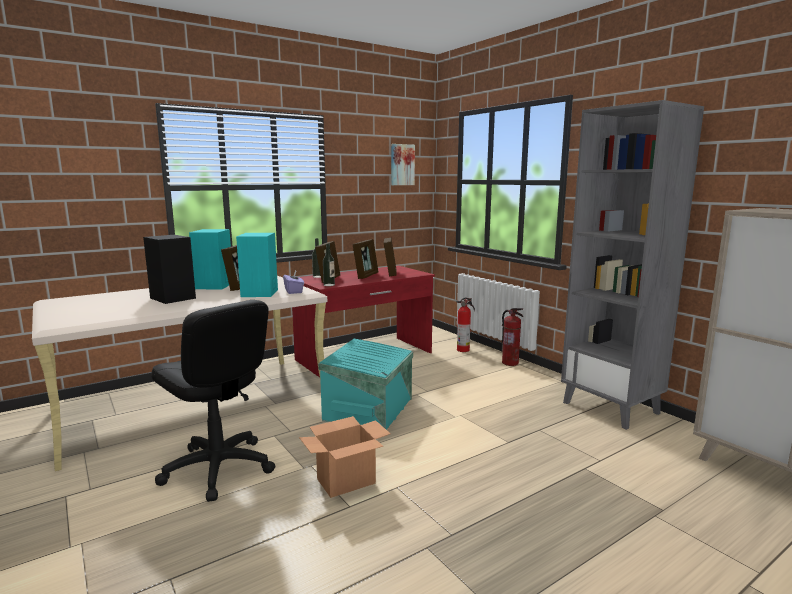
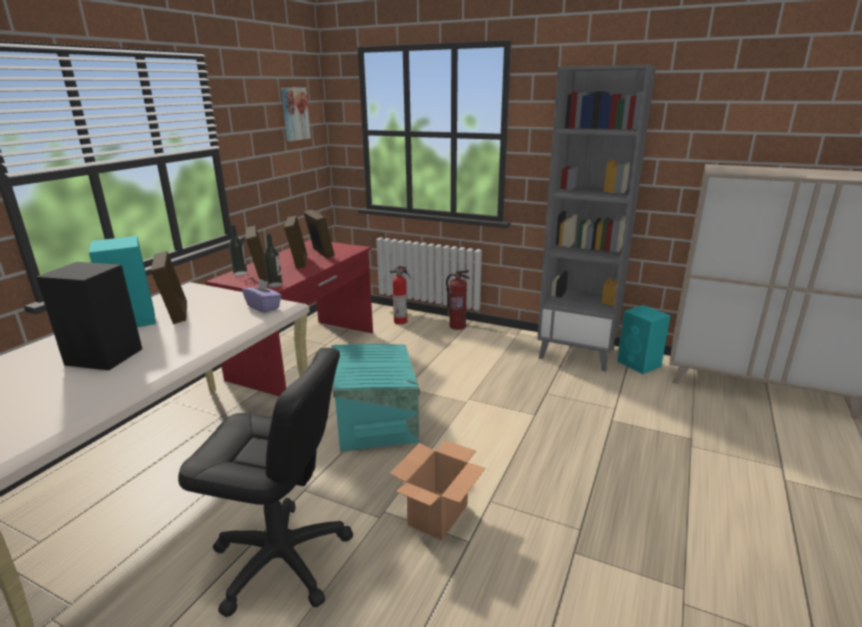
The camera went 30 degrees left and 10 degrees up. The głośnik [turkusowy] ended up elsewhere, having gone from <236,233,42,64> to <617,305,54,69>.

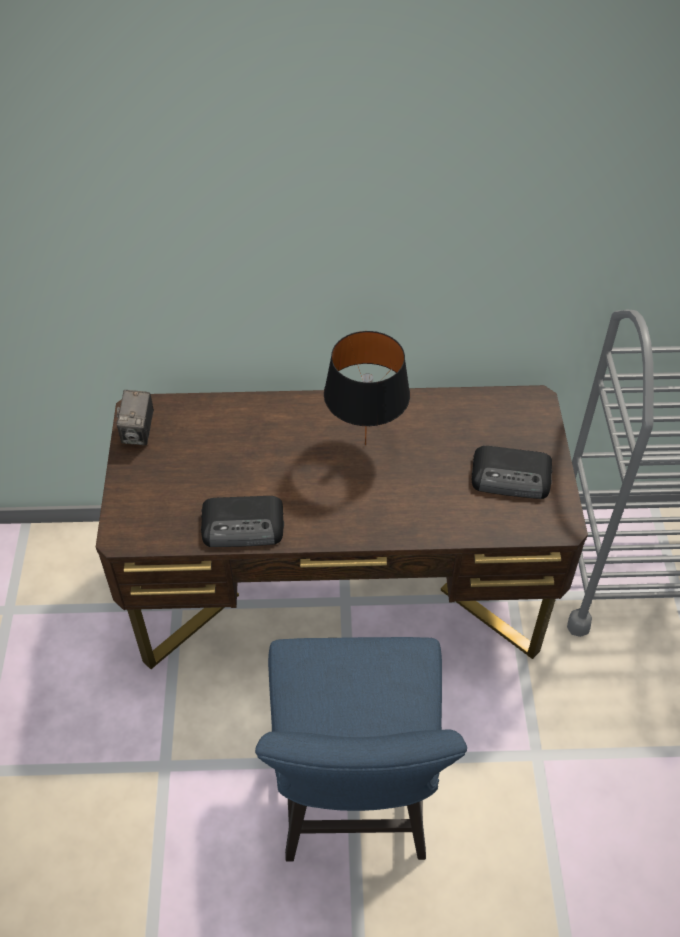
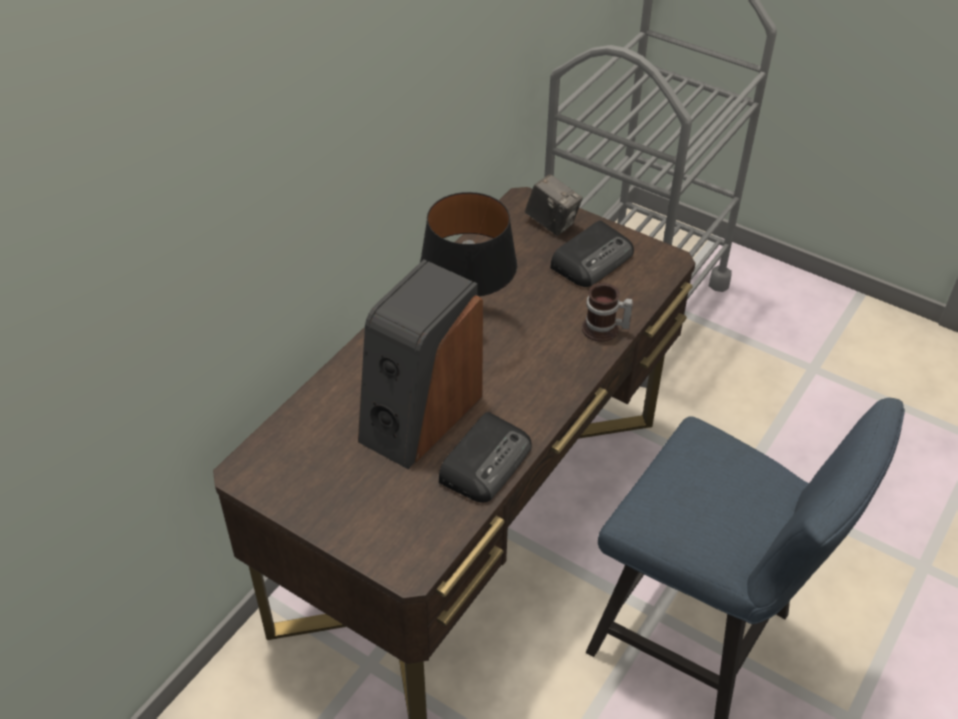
The camera went 55 degrees left and 5 degrees down. The aparat fotograficzny ended up elsewhere, having gone from <117,390,37,55> to <525,174,58,62>. The second view gained the głośnik at <358,259,125,210>. The second view gained the kubek at <582,283,51,59>.

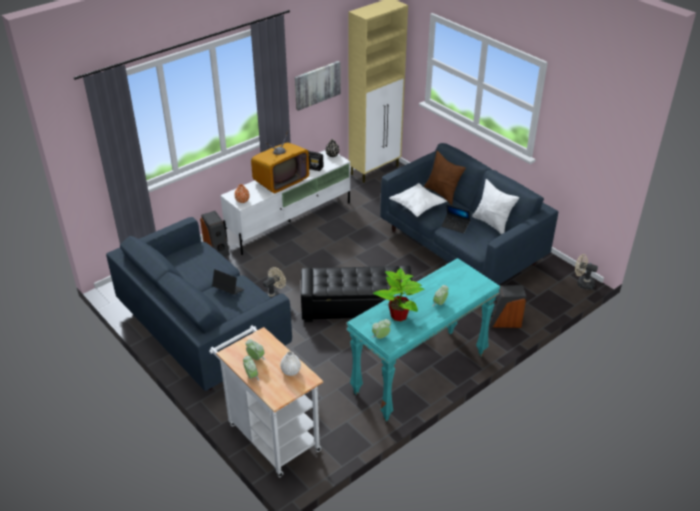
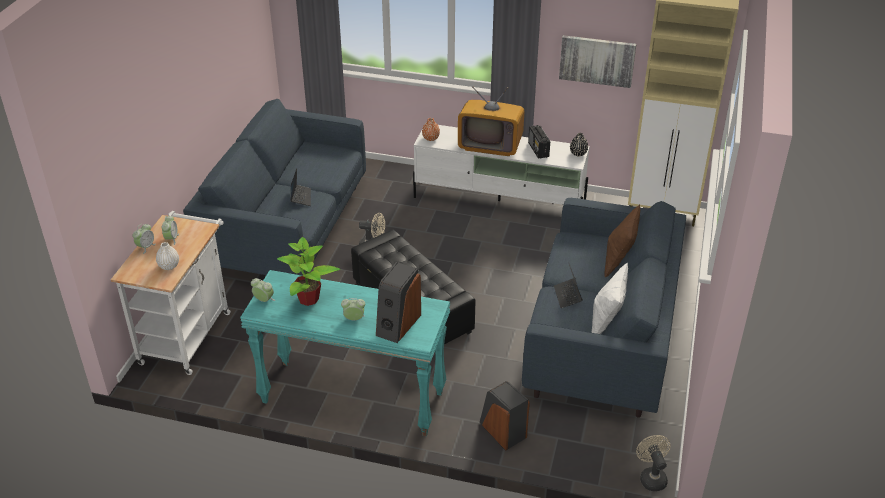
The camera went 55 degrees right and 0 degrees up. The second view lost the poduszka [biały] at <389,183,58,34>. The głośnik ended up elsewhere, having gone from <200,211,30,46> to <376,262,45,81>.

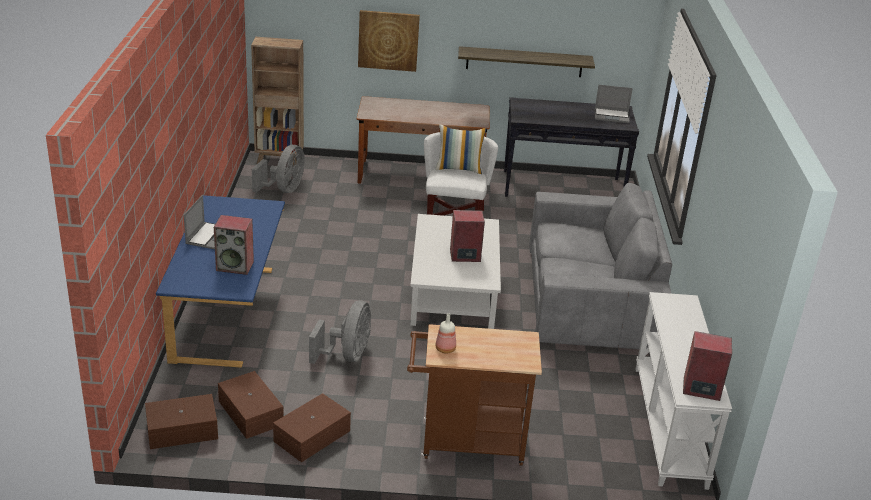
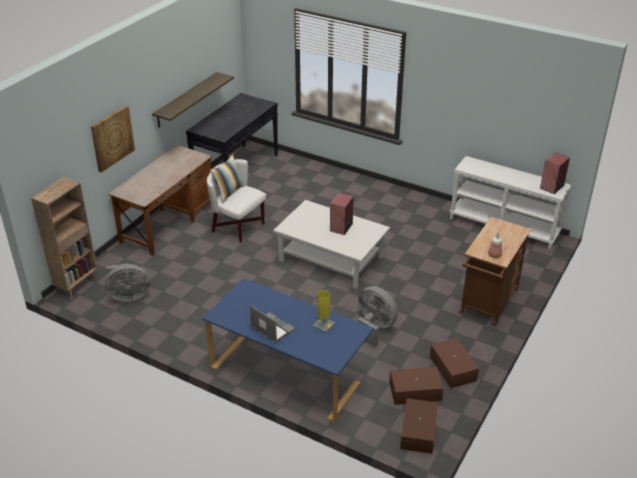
The camera went 60 degrees left and 5 degrees up. The second view lost the laptop at <595,85,38,38>. The wentylator [szary] at <252,145,53,48> ended up facing another way, 120 degrees clockwise from before. The second view lost the kanapa [szary] at <529,183,143,166>. Where the głośnik stood at <214,215,40,60>, the lampa stołowa [żółty] came to stand at <313,290,22,42>.

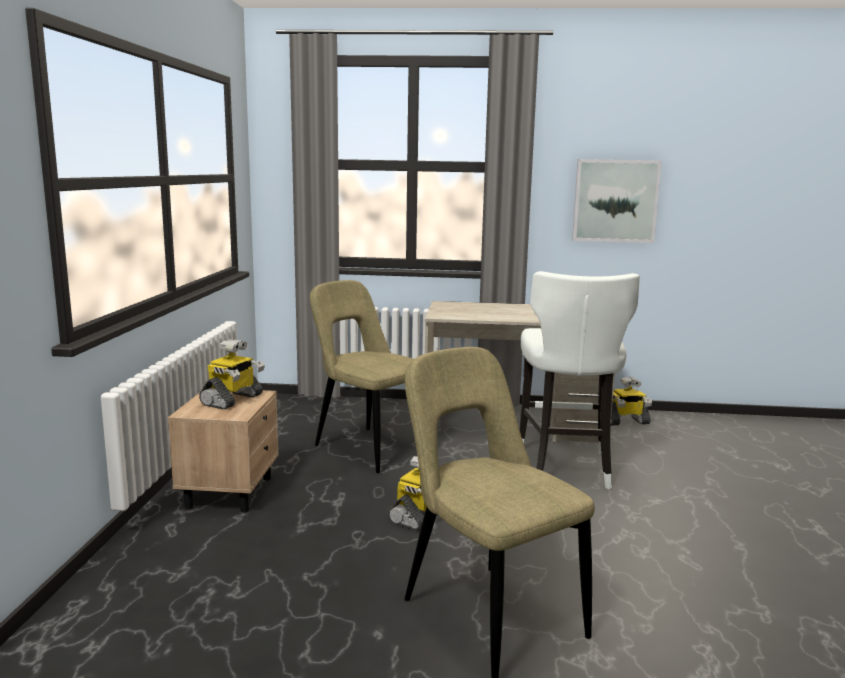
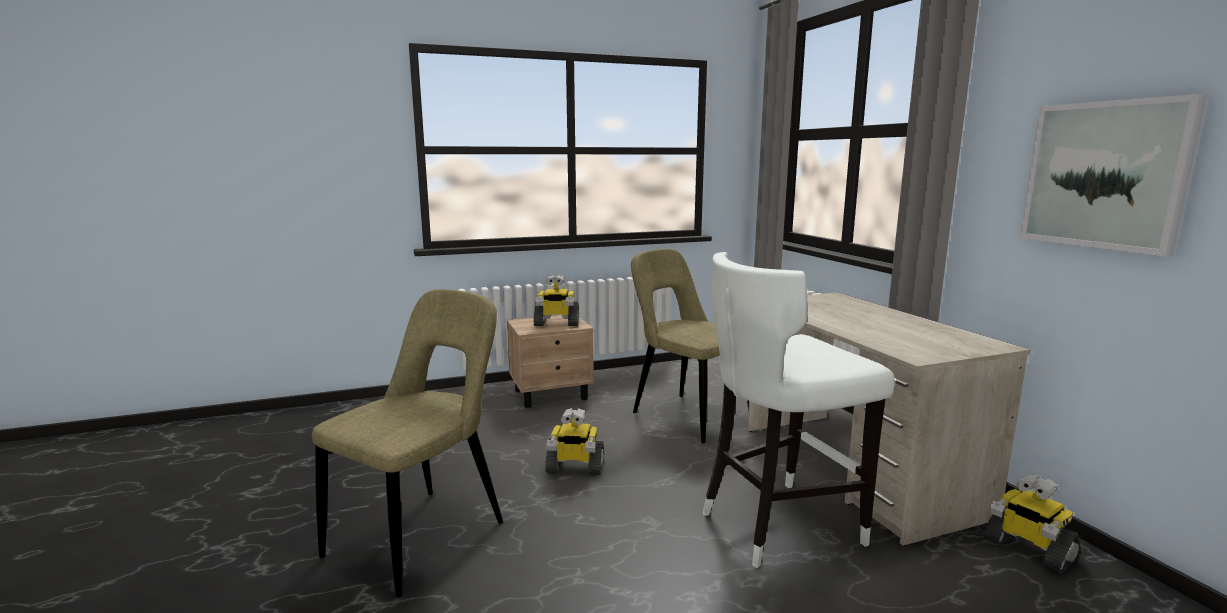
The camera went 65 degrees right and 0 degrees up. The krzesło [beżowy] at <310,280,103,193> ended up facing another way, 60 degrees counterclockwise from before.

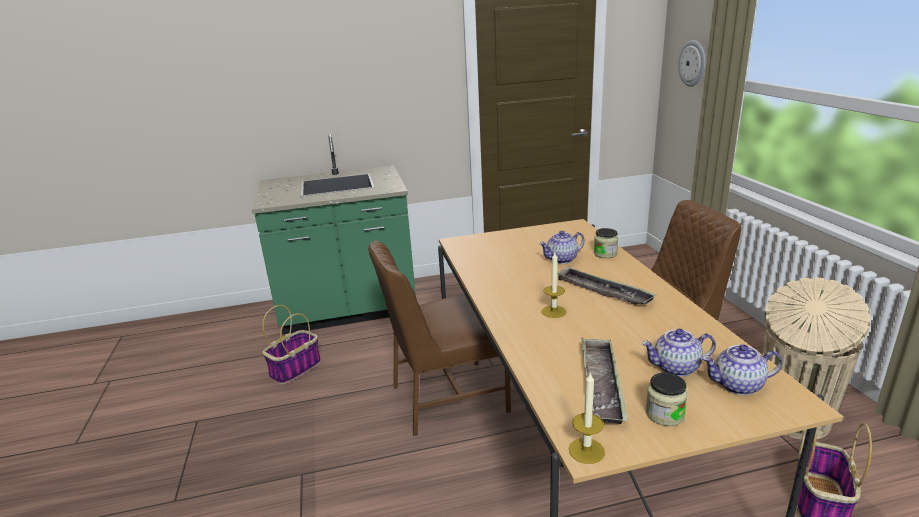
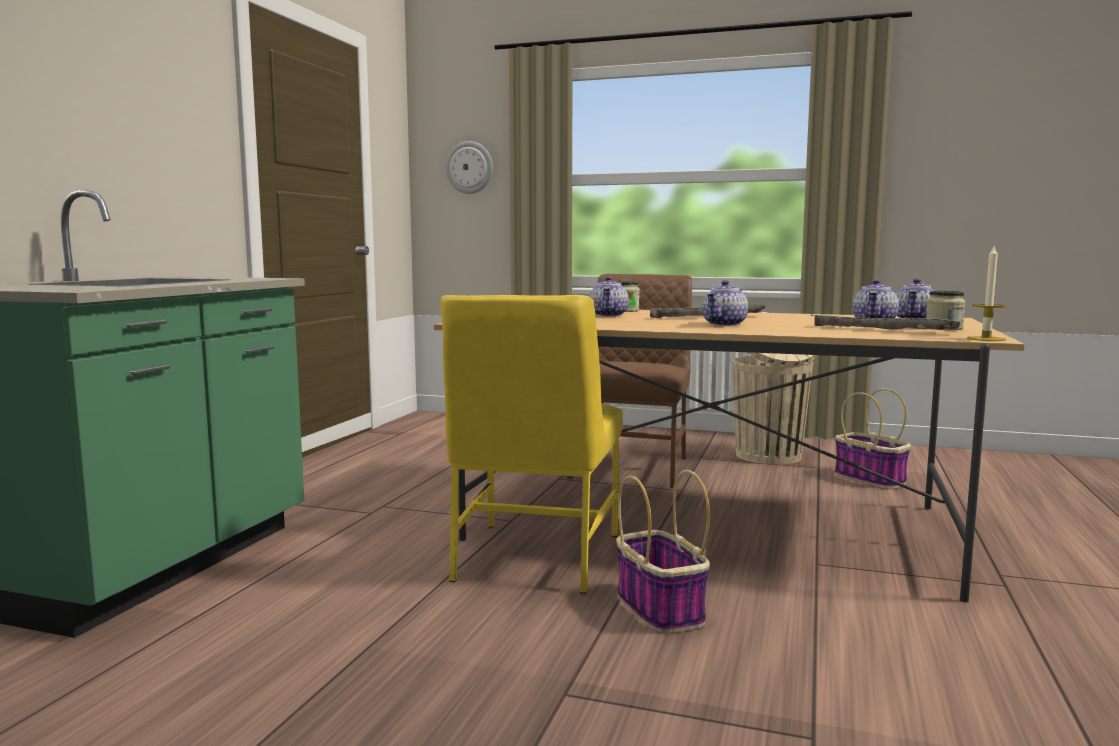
The camera went 60 degrees left and 15 degrees down. What was the krzesło [brązowy] at <368,241,143,195> turned into the krzesło [żółty] at <440,295,183,299>. Where the świeca stood at <542,253,24,65>, the imbryk came to stand at <702,280,46,46>. The koszyk ended up elsewhere, having gone from <262,305,59,79> to <616,470,94,163>.

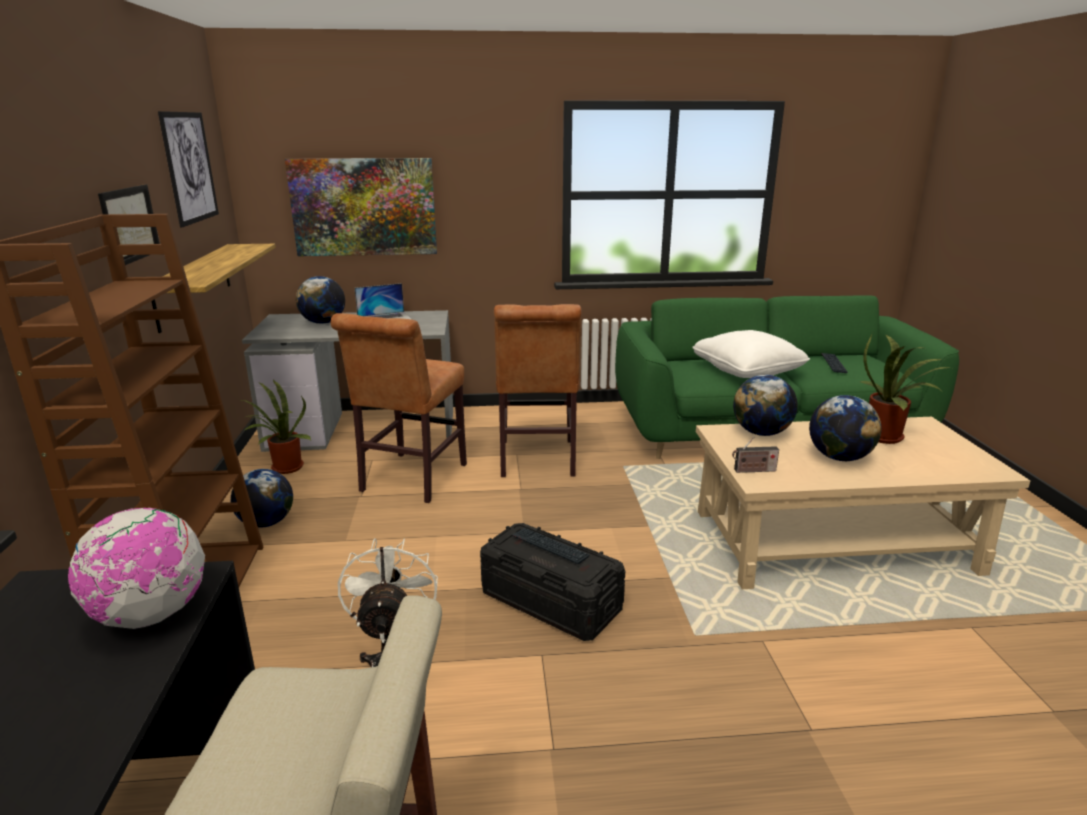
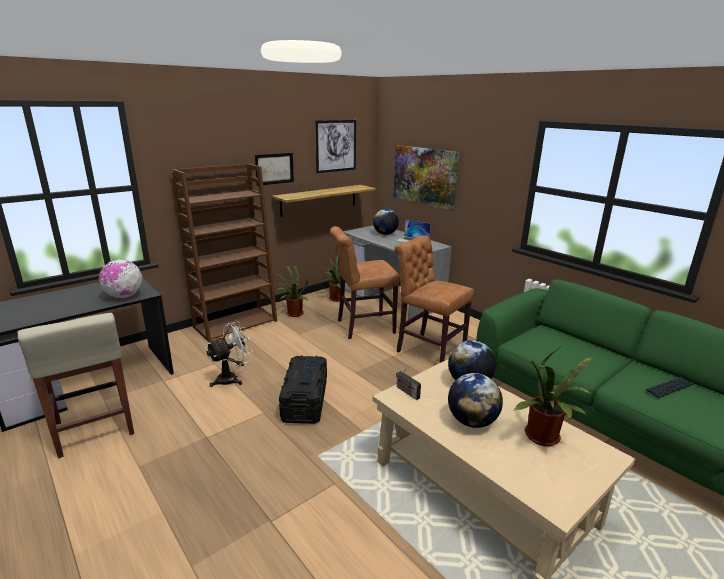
The camera went 55 degrees right and 0 degrees up. The krzesło [brązowy] at <494,304,88,173> ended up facing another way, 75 degrees clockwise from before. The second view lost the poduszka [biały] at <692,330,118,48>. Where the globus stood at <231,469,62,59>, the roślina doniczkowa came to stand at <276,265,32,52>.

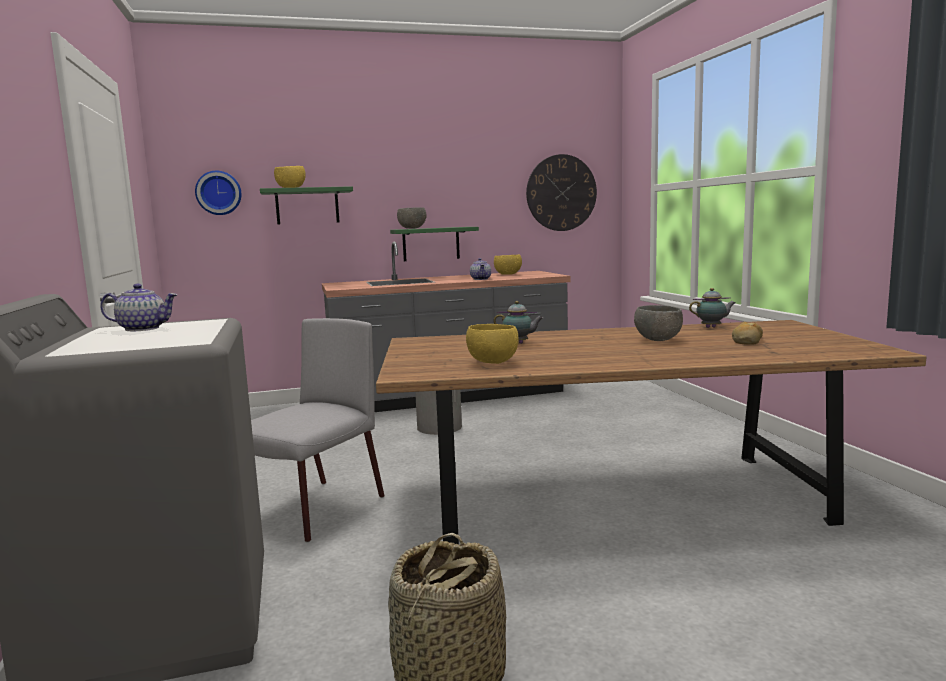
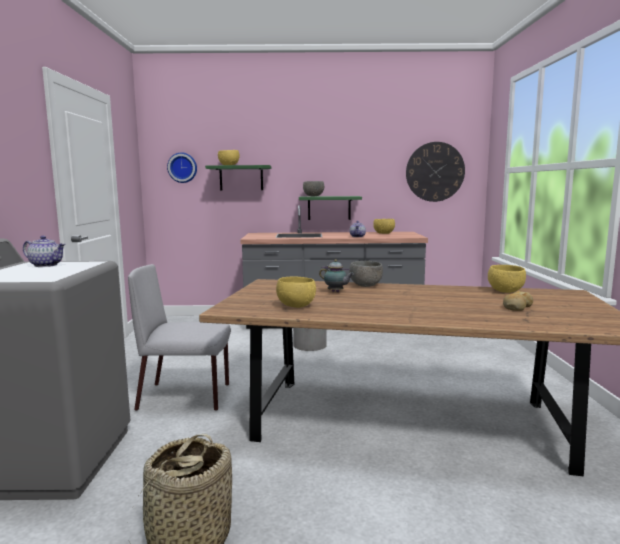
The camera went 15 degrees right and 0 degrees up. Where the imbryk stood at <689,288,46,40>, the miska [żółty] came to stand at <488,265,38,28>. The miska [szary] ended up elsewhere, having gone from <634,305,49,36> to <349,261,34,26>. The krzesło [szary] at <251,318,133,224> ended up facing another way, 135 degrees counterclockwise from before.

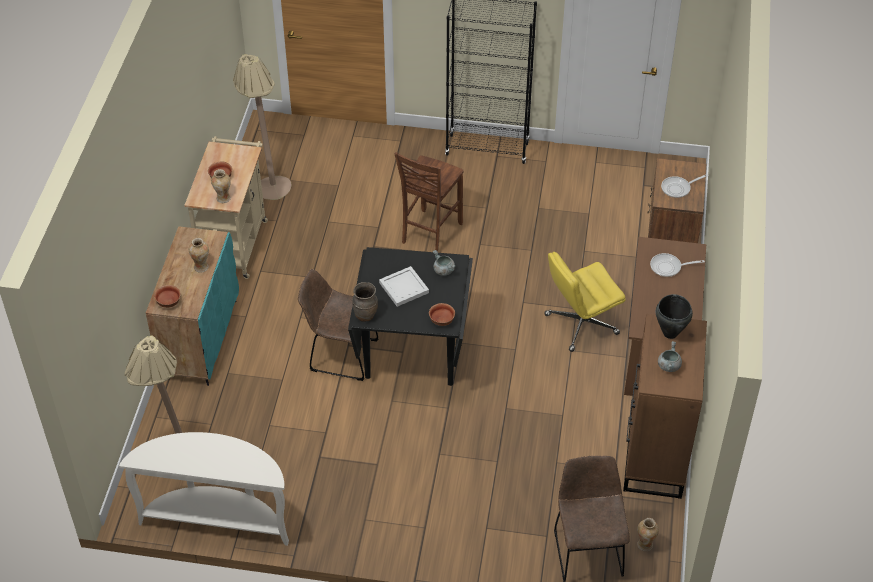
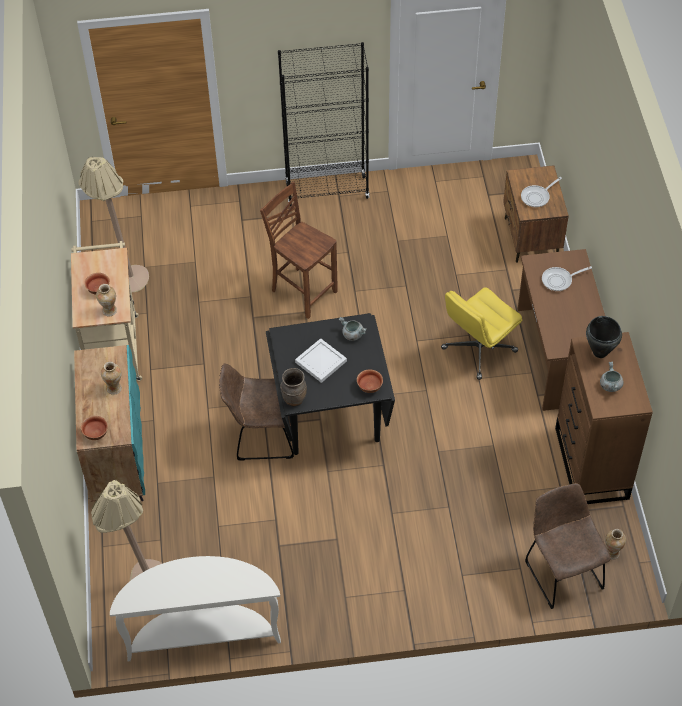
The camera went 15 degrees left and 5 degrees up. The krzesło [brązowy] at <395,152,69,100> ended up facing another way, 120 degrees clockwise from before.

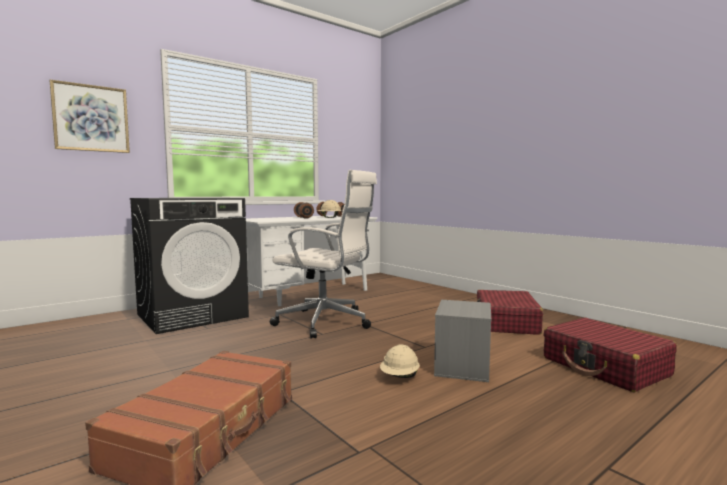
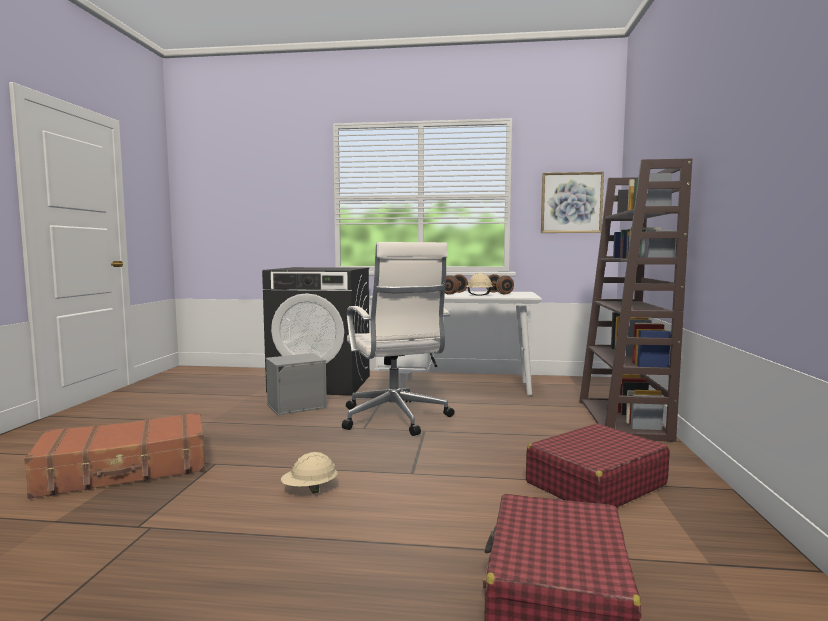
The camera went 45 degrees right and 0 degrees up. The obraz ended up elsewhere, having gone from <50,80,80,73> to <541,172,63,61>. The pojemnik do przechowywania [szary] ended up elsewhere, having gone from <434,300,57,82> to <265,353,62,62>. The second view gained the regał [brązowy] at <579,159,113,283>.

